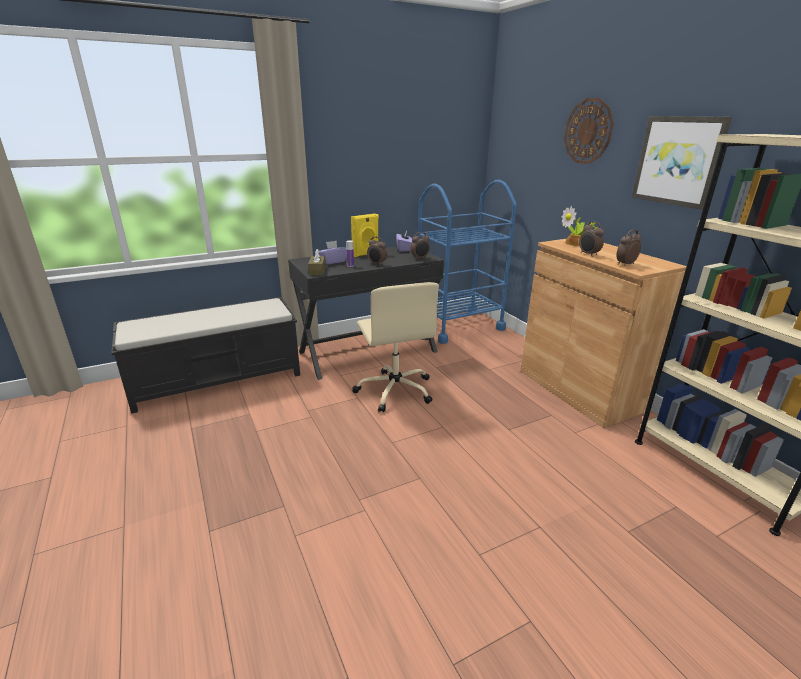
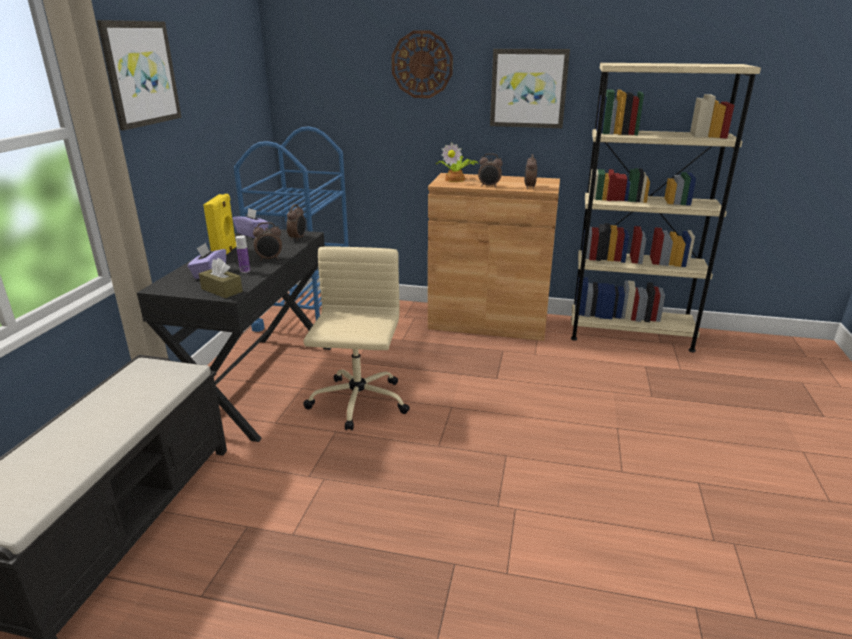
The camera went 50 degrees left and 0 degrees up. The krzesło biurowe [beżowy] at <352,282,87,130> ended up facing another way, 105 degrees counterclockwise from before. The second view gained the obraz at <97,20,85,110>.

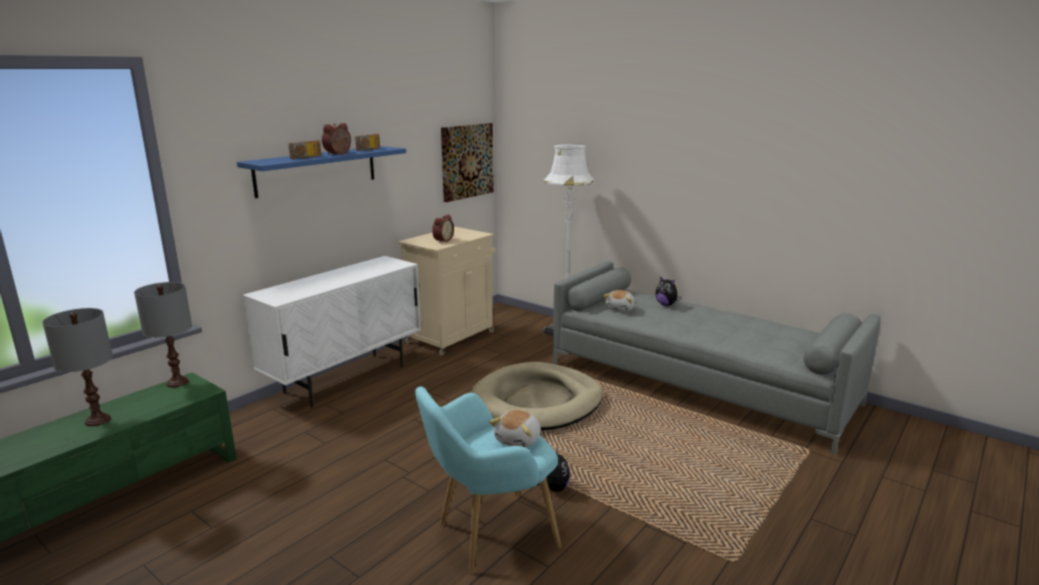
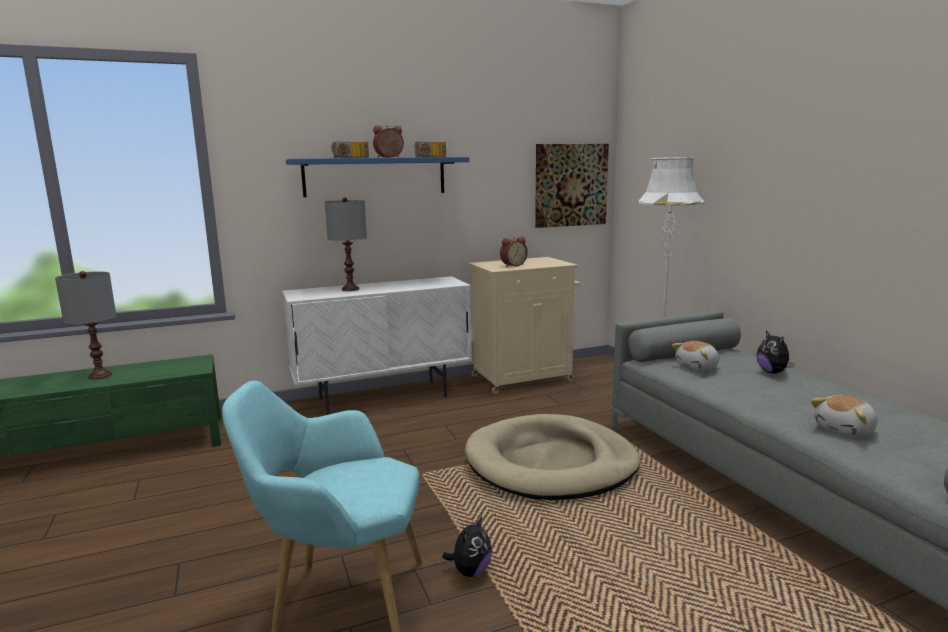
The camera went 30 degrees right and 5 degrees down. The lampa stołowa [szary] ended up elsewhere, having gone from <134,282,58,105> to <325,197,42,94>. The pluszak ended up elsewhere, having gone from <489,410,52,38> to <811,395,67,42>.

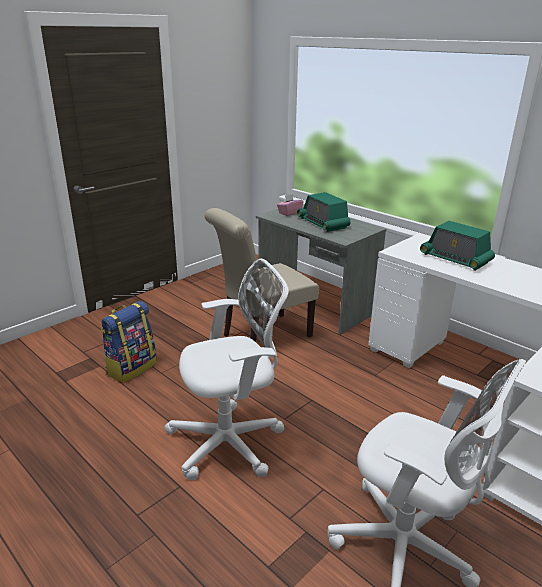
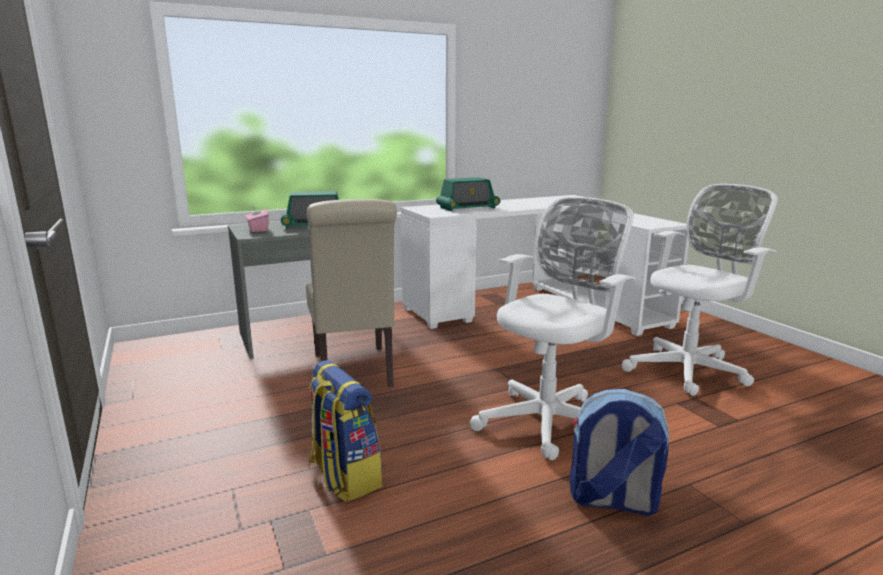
The camera went 70 degrees left and 10 degrees down. The krzesło biurowe [biały] at <164,259,125,221> ended up facing another way, 45 degrees clockwise from before. The second view gained the plecak at <570,389,100,127>.

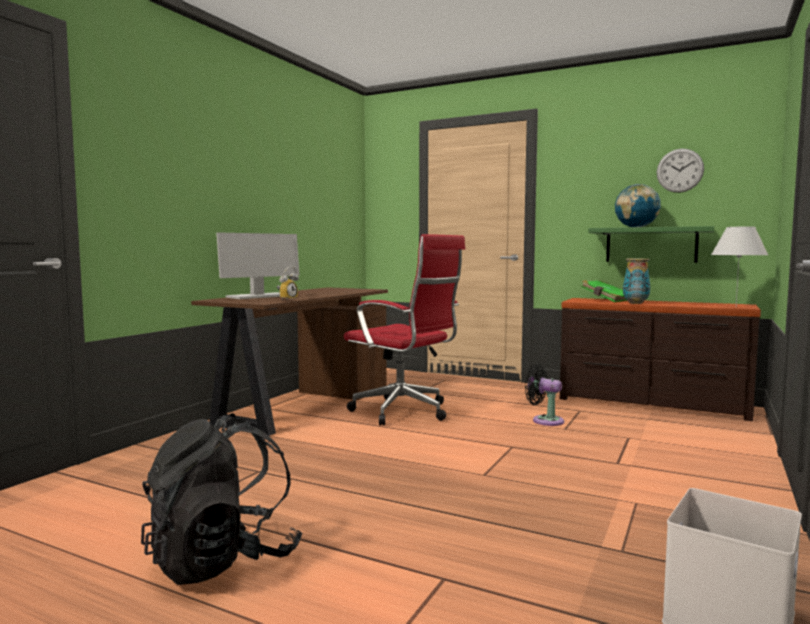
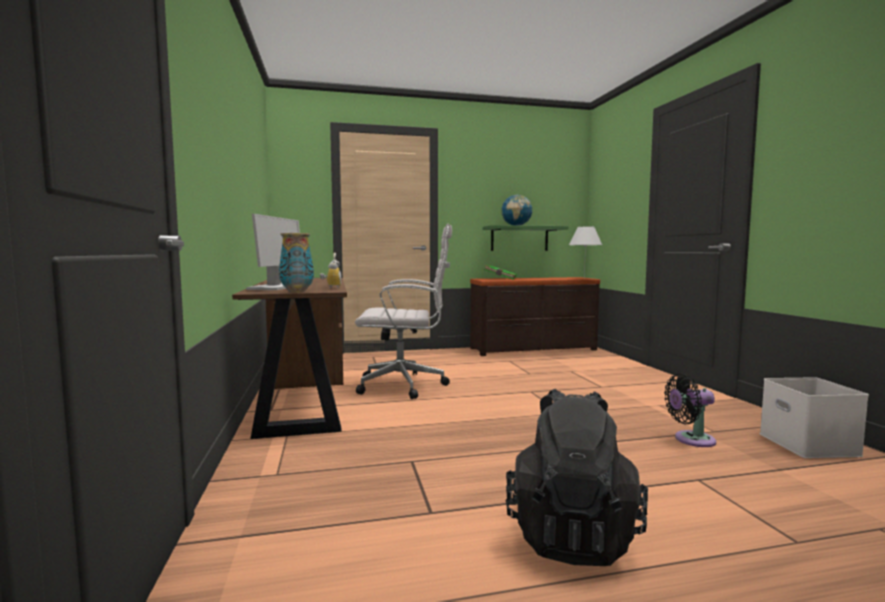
The camera went 40 degrees left and 0 degrees up. The second view lost the zegar ścienny at <657,149,47,44>. What was the krzesło biurowe [czerwony] at <344,234,121,191> turned into the krzesło biurowe [biały] at <355,224,97,175>. The wazon ended up elsewhere, having gone from <623,259,27,45> to <279,233,35,59>. The wentylator [czarny] ended up elsewhere, having gone from <525,364,39,62> to <664,374,52,73>.

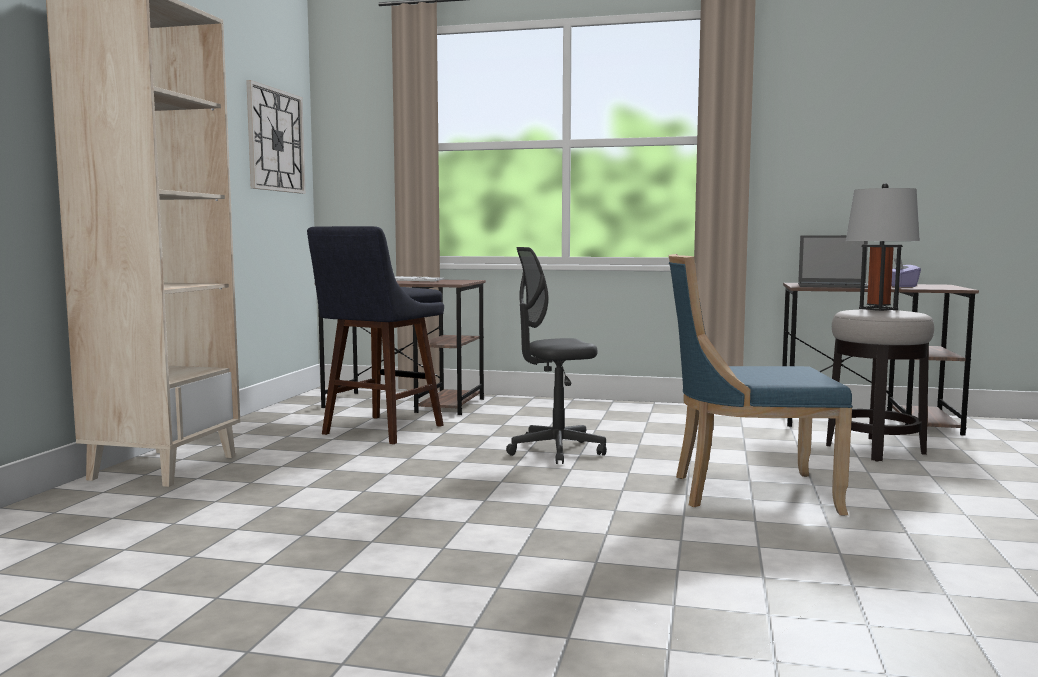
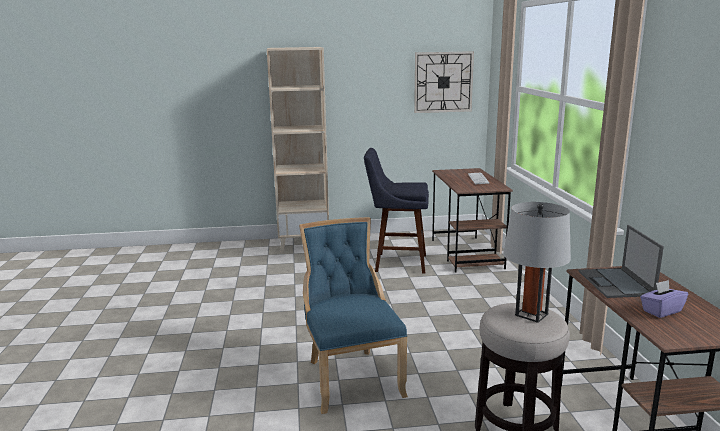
The camera went 70 degrees right and 10 degrees up. The second view lost the krzesło biurowe [szary] at <506,247,101,217>.

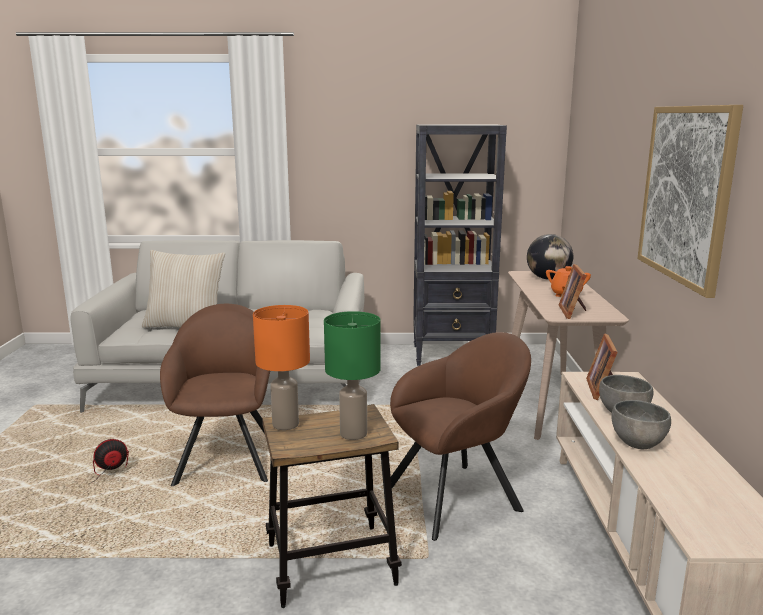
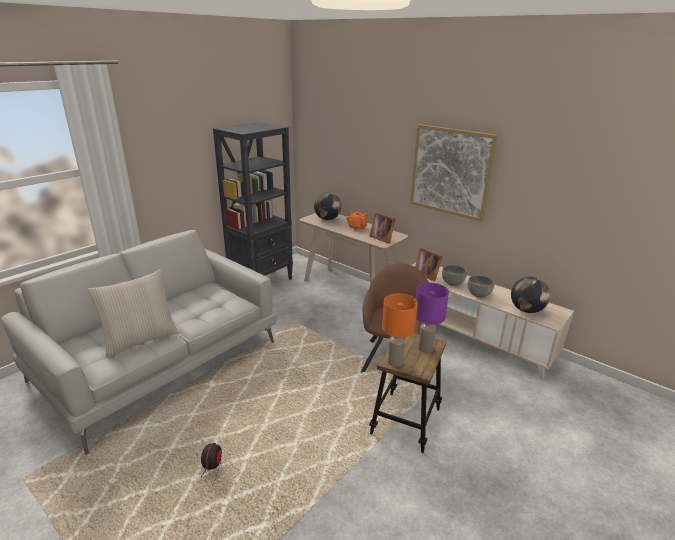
The camera went 50 degrees left and 10 degrees up. The second view lost the fotel [brązowy] at <160,304,110,182>. What was the lampa stołowa [zielony] at <324,311,57,129> turned into the lampa stołowa [fioletowy] at <416,283,33,70>. The second view gained the globus at <511,277,39,36>.

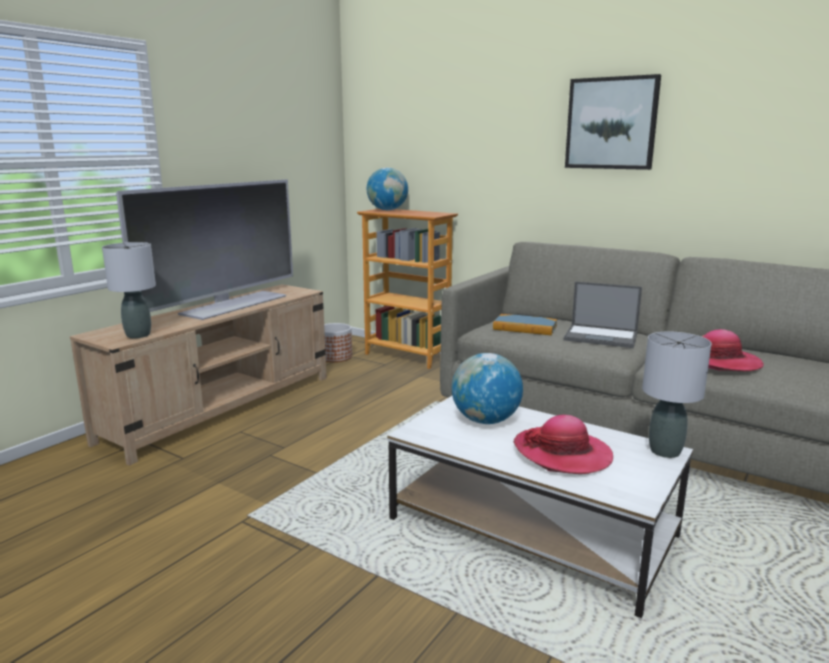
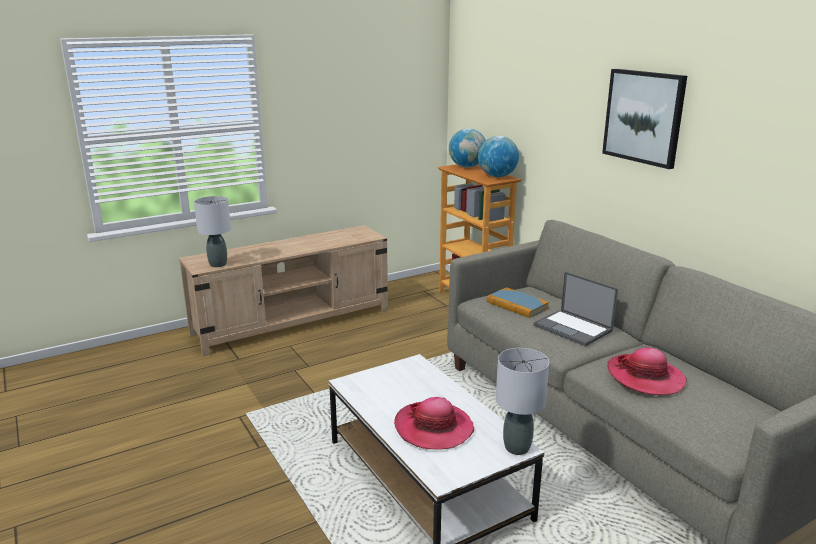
The camera went 25 degrees right and 5 degrees up. The second view lost the telewizor at <116,179,177,141>. The second view lost the donica at <324,323,28,39>. The globus ended up elsewhere, having gone from <452,353,71,71> to <478,136,41,41>.

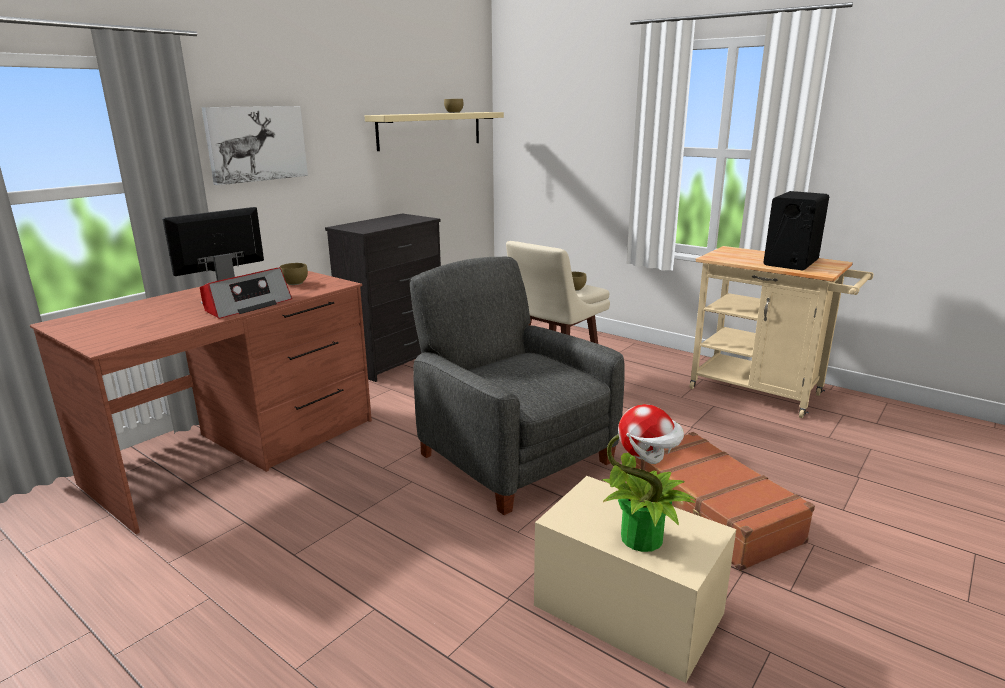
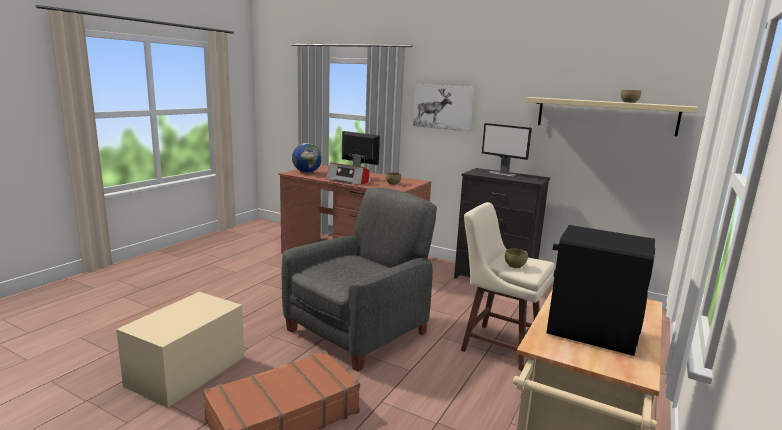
The camera went 80 degrees right and 5 degrees down. The second view lost the roślina doniczkowa at <602,404,93,148>. The second view gained the monitor at <482,123,50,53>. The second view gained the globus at <292,143,30,30>.

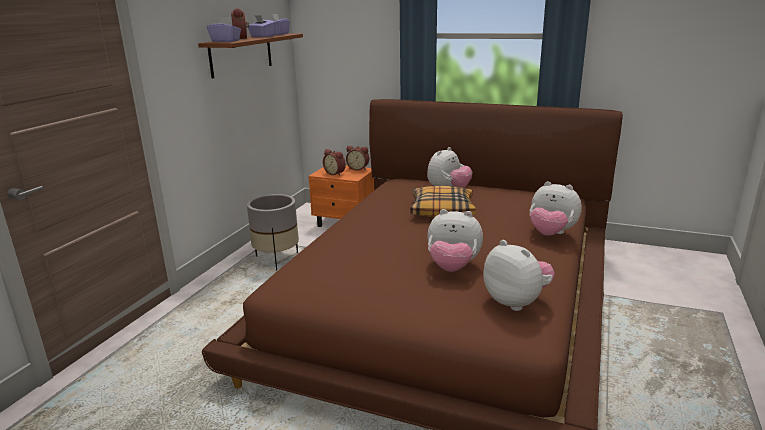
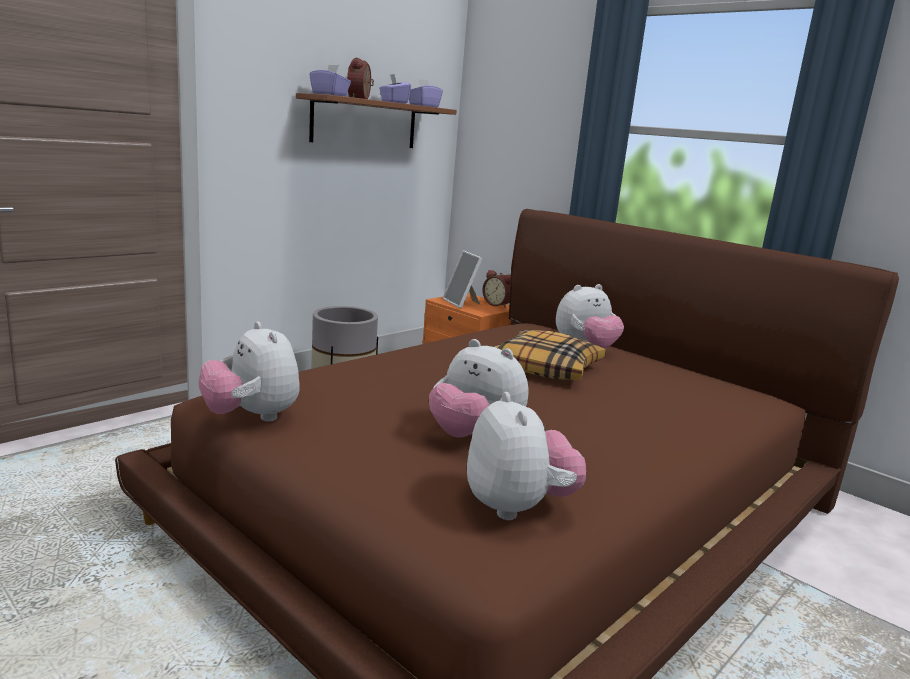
The camera went 20 degrees right and 5 degrees down. Where the budzik stood at <323,149,23,27>, the ramka na zdjęcie came to stand at <443,250,40,58>. The pluszak ended up elsewhere, having gone from <530,181,52,55> to <199,321,101,101>.

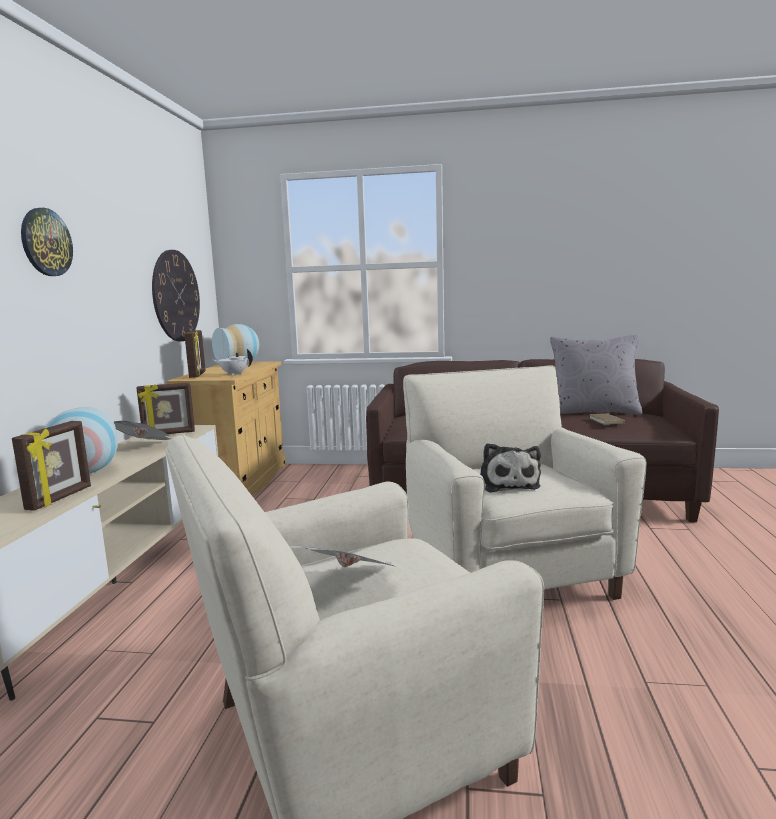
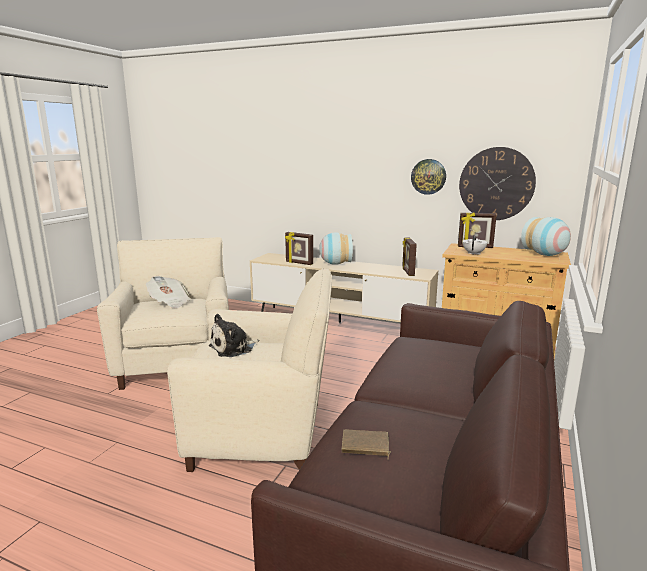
The camera went 105 degrees right and 5 degrees up. The zegar ścienny ended up elsewhere, having gone from <21,208,52,68> to <411,159,35,36>. The second view lost the poduszka [szary] at <550,335,93,80>. The second view lost the gazeta at <114,421,57,19>. The pluszak at <480,443,61,49> ended up facing another way, 45 degrees counterclockwise from before.

